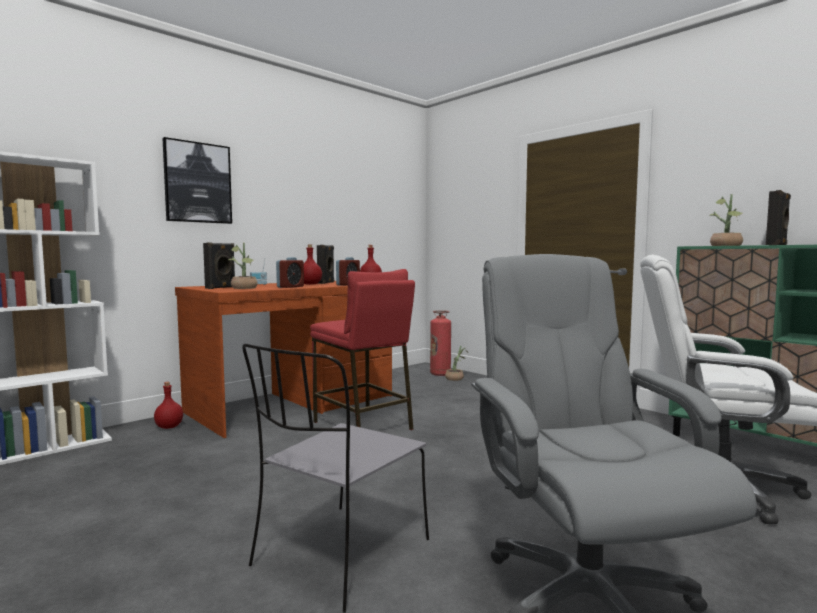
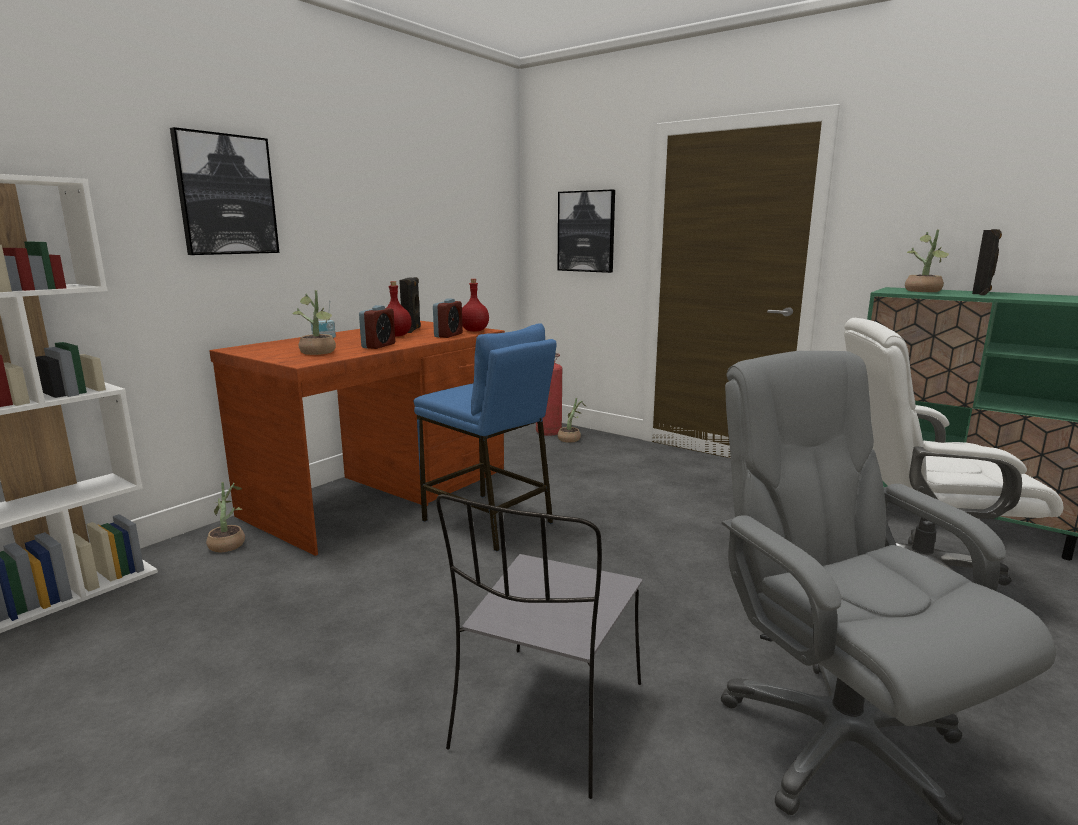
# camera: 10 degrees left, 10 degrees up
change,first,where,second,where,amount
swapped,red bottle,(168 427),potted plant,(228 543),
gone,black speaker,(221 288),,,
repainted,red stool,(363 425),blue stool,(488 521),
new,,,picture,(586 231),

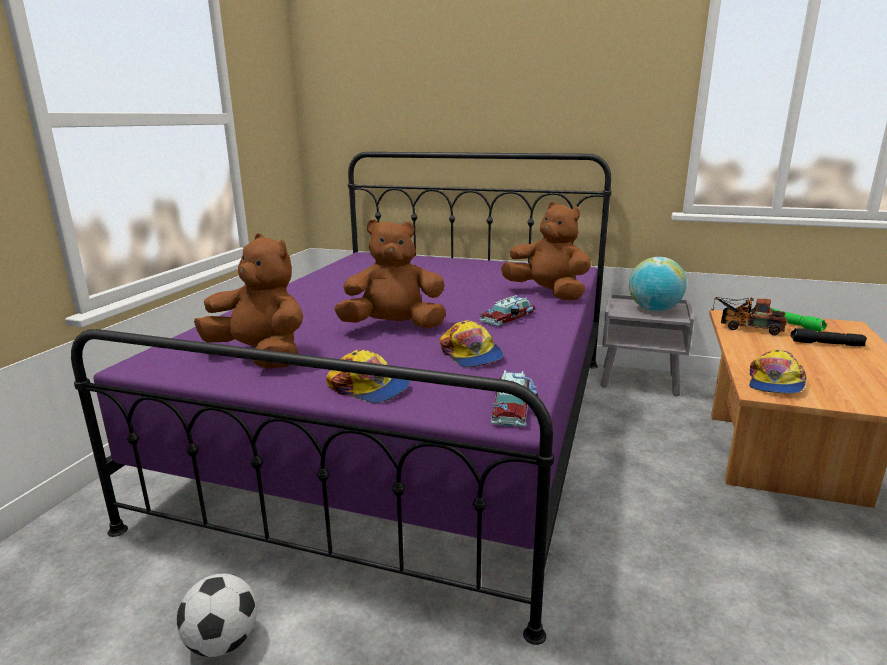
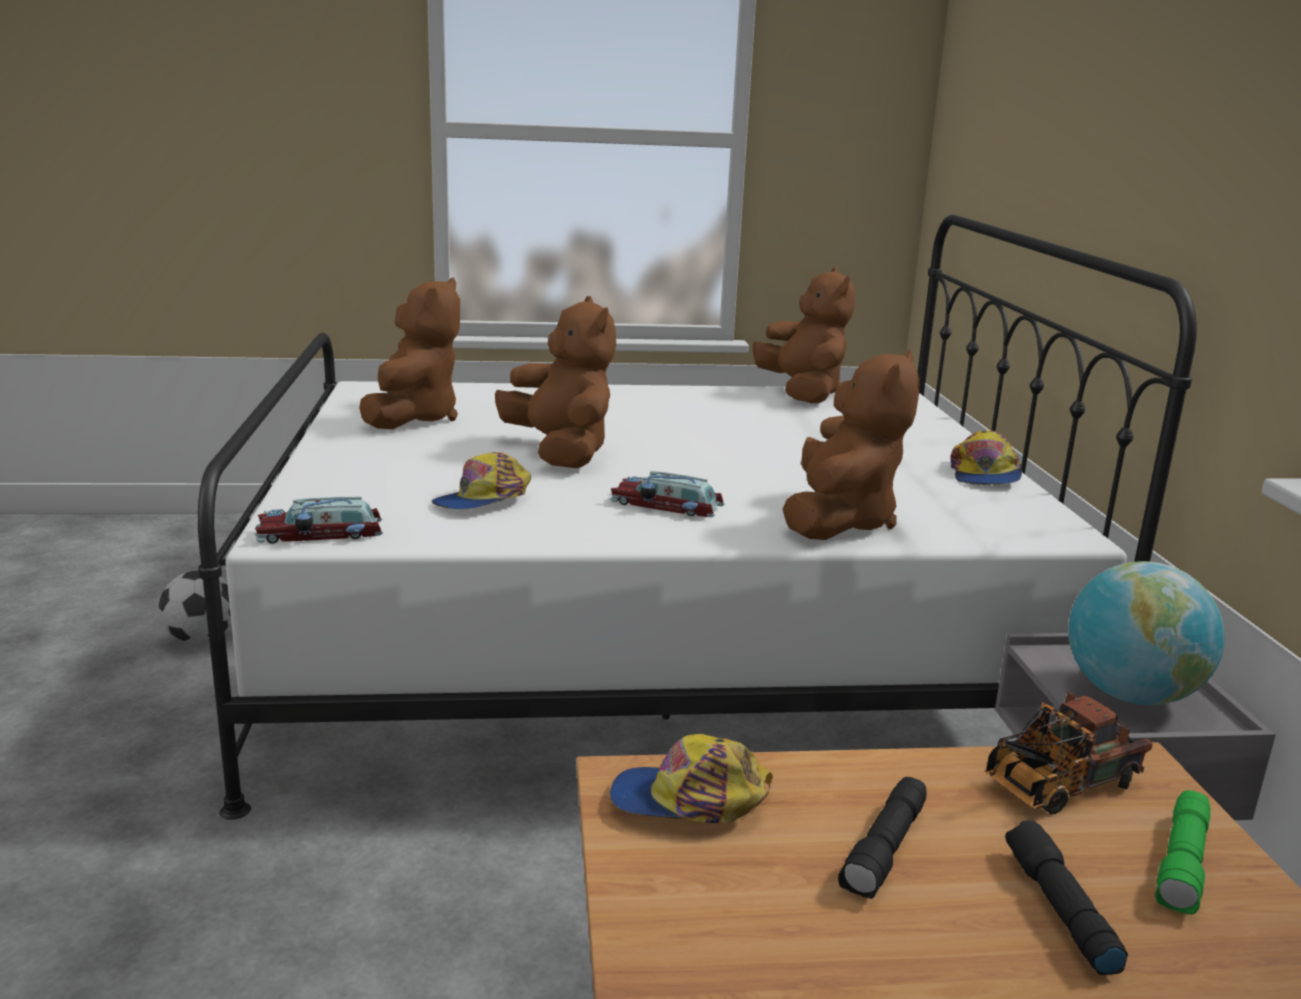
# camera: 65 degrees right, 0 degrees up
change,first,where,second,where,amount
repainted,purple bed,(412 428),white bed,(649 645),
shifted,cap,(369 387),,(984 474),
rotated,toy truck,(746 328),,(1053 786),120 degrees counterclockwise
new,,,brown plush toy,(802 393),
new,,,black flashlight,(885 851),

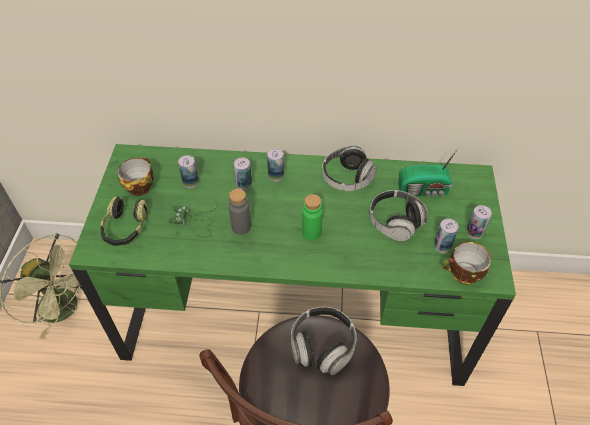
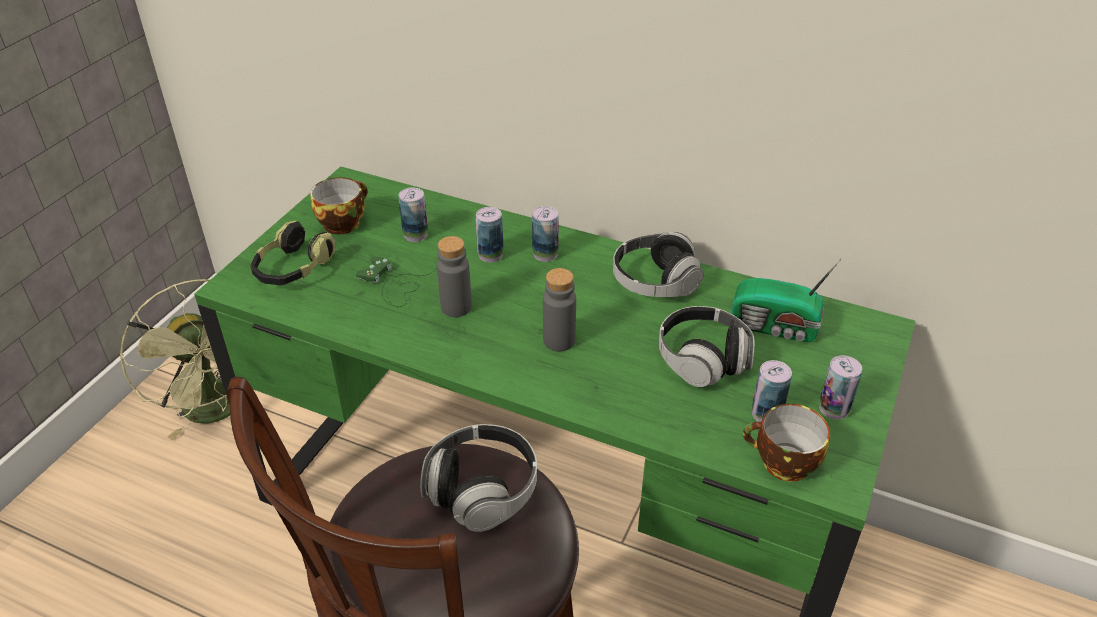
# camera: 20 degrees right, 10 degrees down
change,first,where,second,where,amount
repainted,green bottle,(311 232),grey bottle,(559 340),

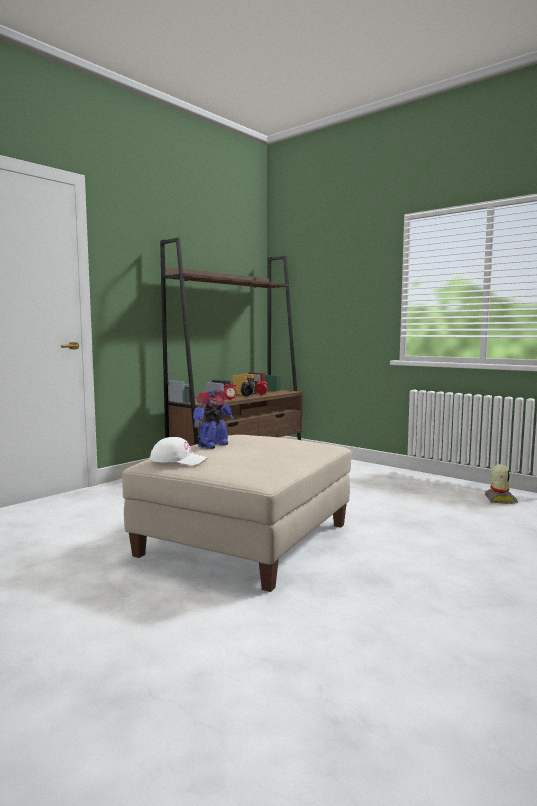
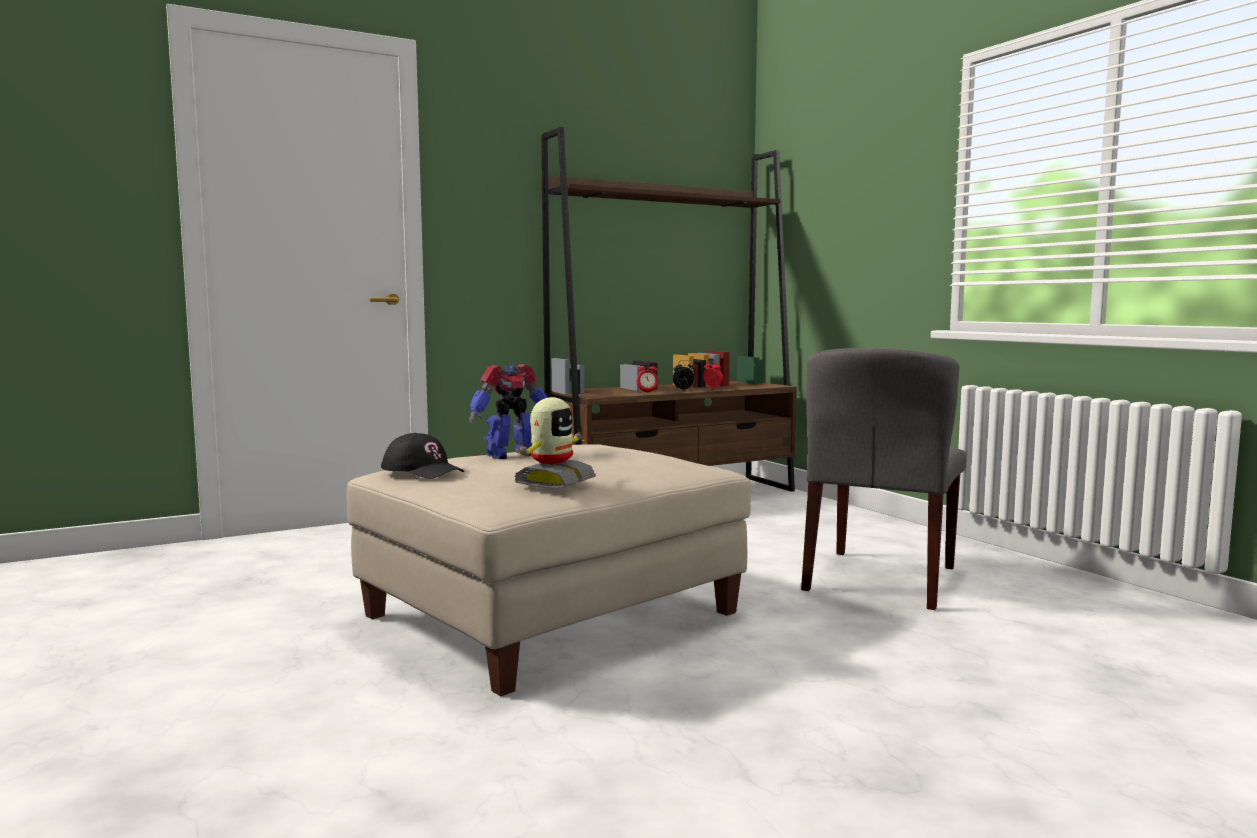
# camera: 20 degrees right, 0 degrees up
change,first,where,second,where,amount
repainted,white cap,(178 460),black cap,(423 471),
shifted,toy robot,(499 499),,(553 481),
new,,,grey chair,(881 579),

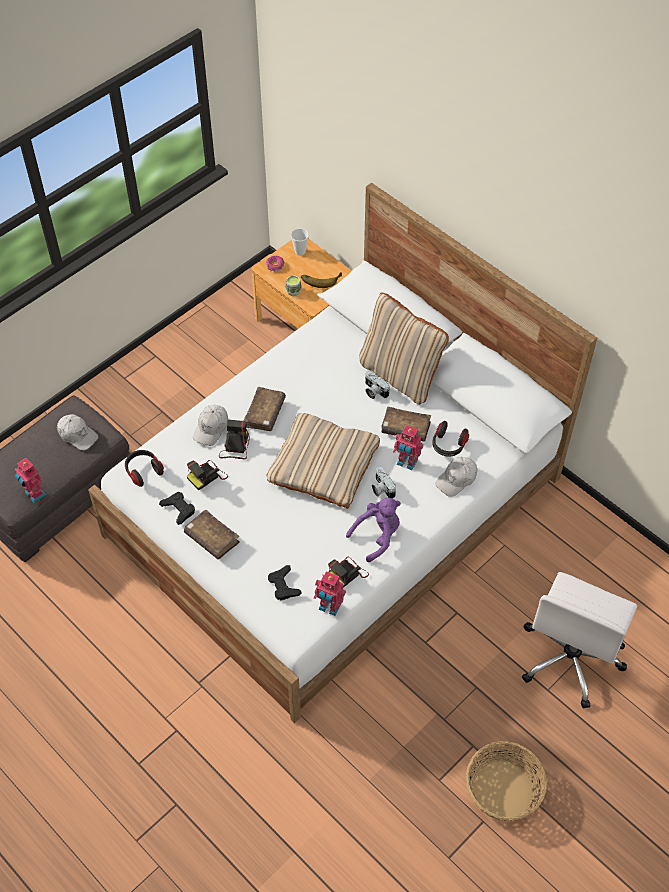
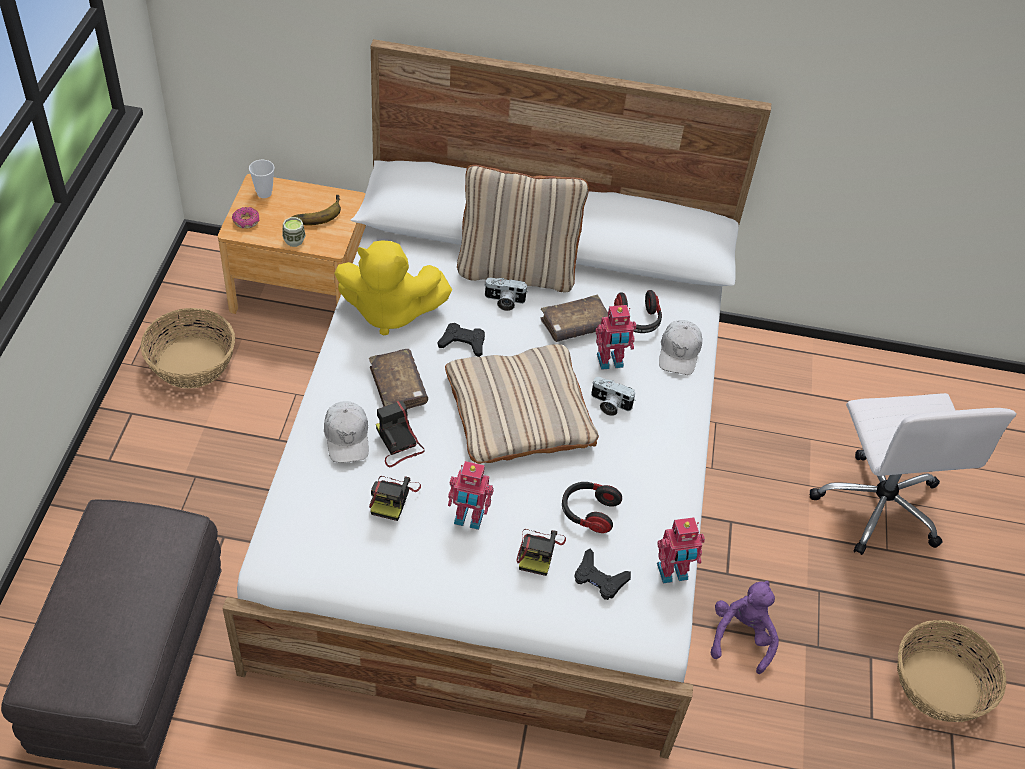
# camera: 40 degrees left, 5 degrees down
change,first,where,second,where,amount
shifted,toy robot,(34 494),,(468 519),
gone,white cap,(77 435),,,
shifted,headphones,(143 471),,(588 512),
shifted,black game controller,(178 509),,(463 343),
gone,brown book,(212 538),,,
shifted,photo camera,(347 574),,(539 551),
shifted,purple plush toy,(377 536),,(741 636),
new,,,basket,(191 363),
new,,,yellow plush toy,(389 312),

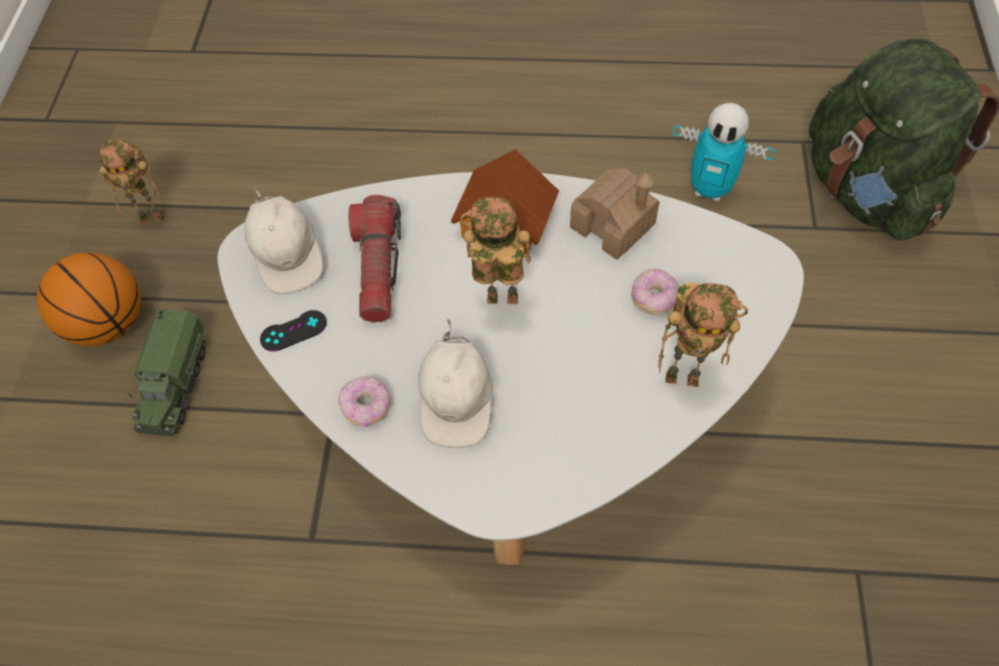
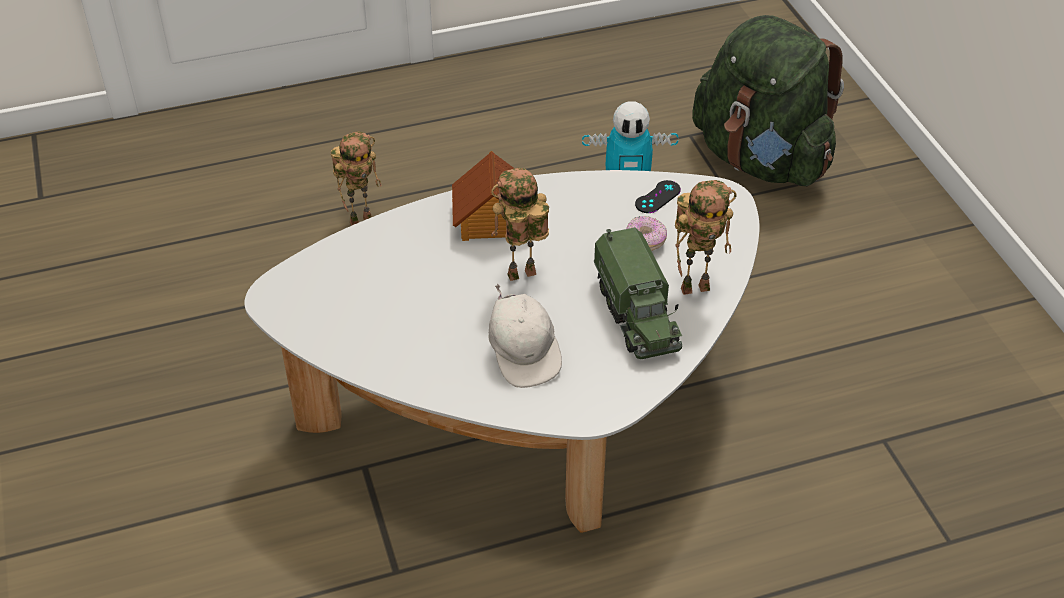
# camera: 25 degrees left, 15 degrees down
change,first,where,second,where,amount
gone,basketball,(109 322),,,
shifted,toy robot,(154 217),,(361 219),
shifted,toy truck,(175 384),,(637 314),
gone,white cap,(289 256),,,
shifted,black game controller,(293 331),,(657 197),
gone,donut,(366 406),,,
gone,flashlight,(378 268),,,
gone,toy house,(613 225),,,

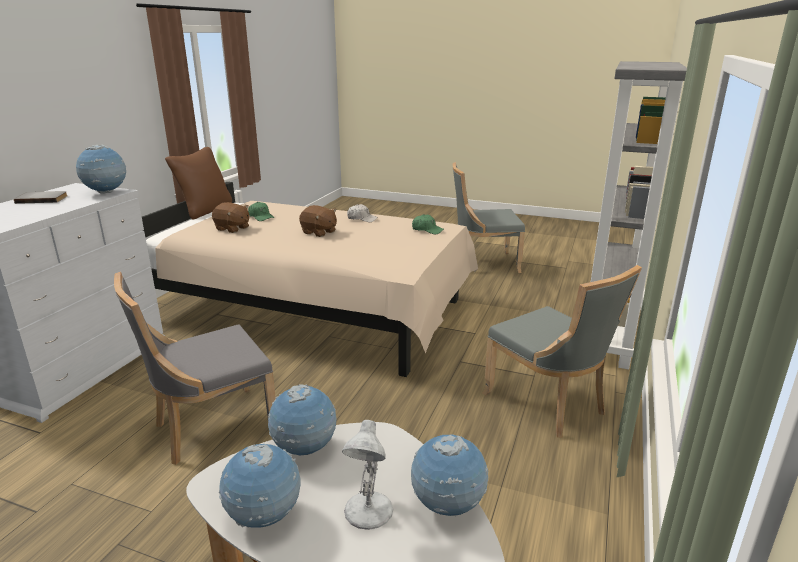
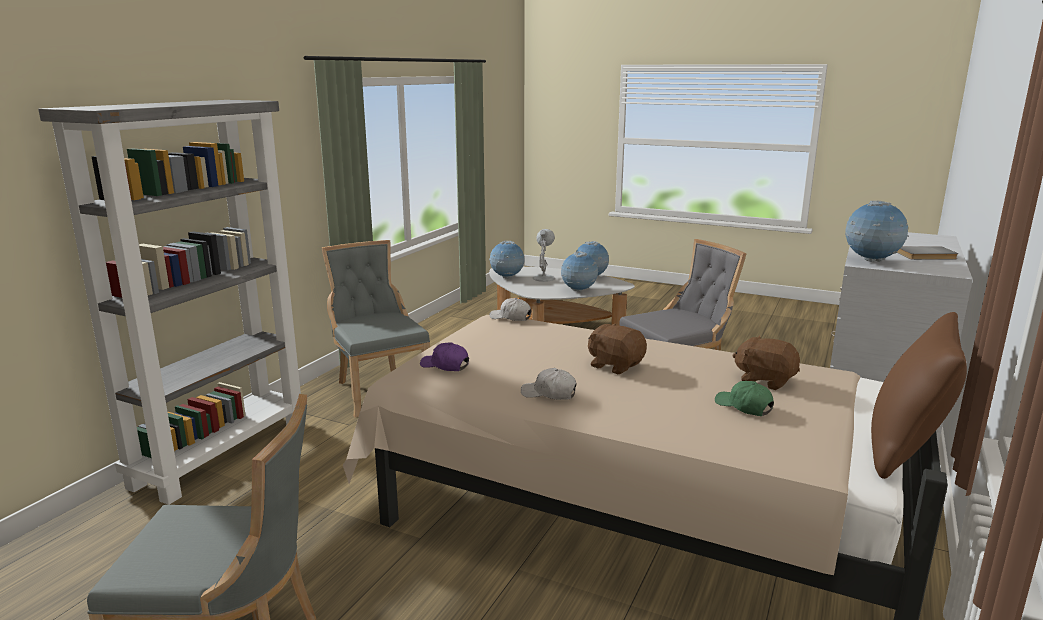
# camera: 175 degrees left, 5 degrees down
change,first,where,second,where,amount
repainted,green cap,(427 230),purple cap,(445 365),
new,,,white cap,(510 317),

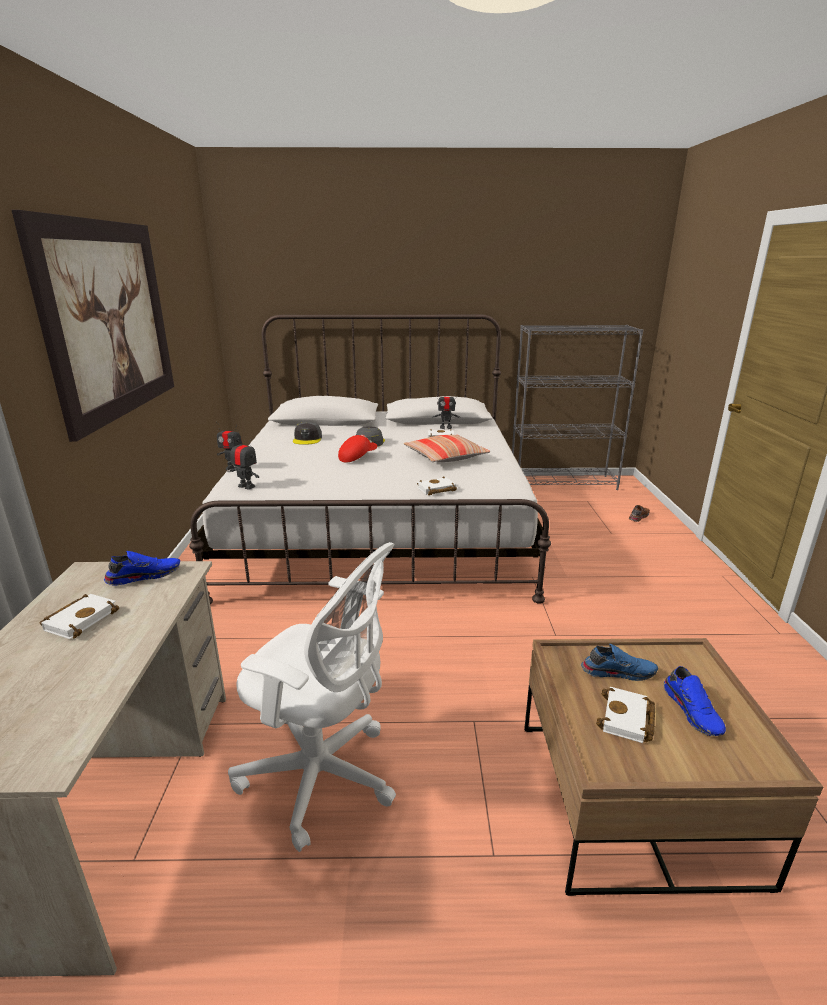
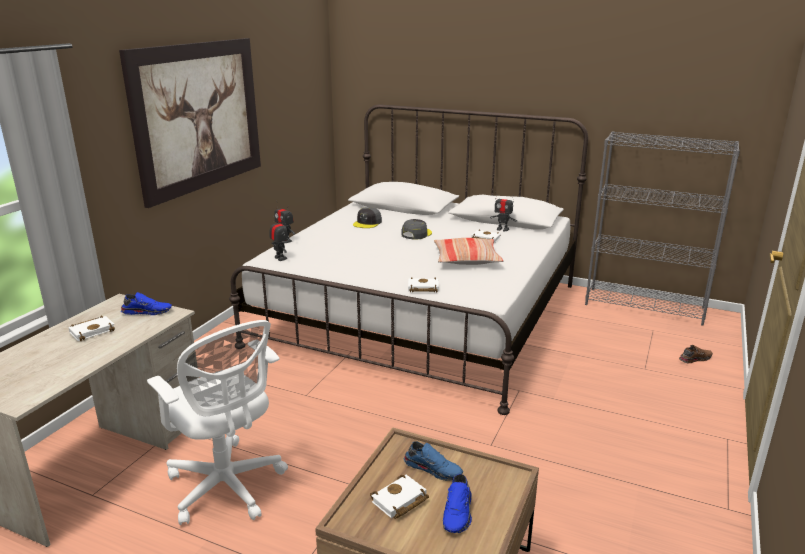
# camera: 25 degrees right, 0 degrees up
change,first,where,second,where,amount
gone,red cap,(357 457),,,

